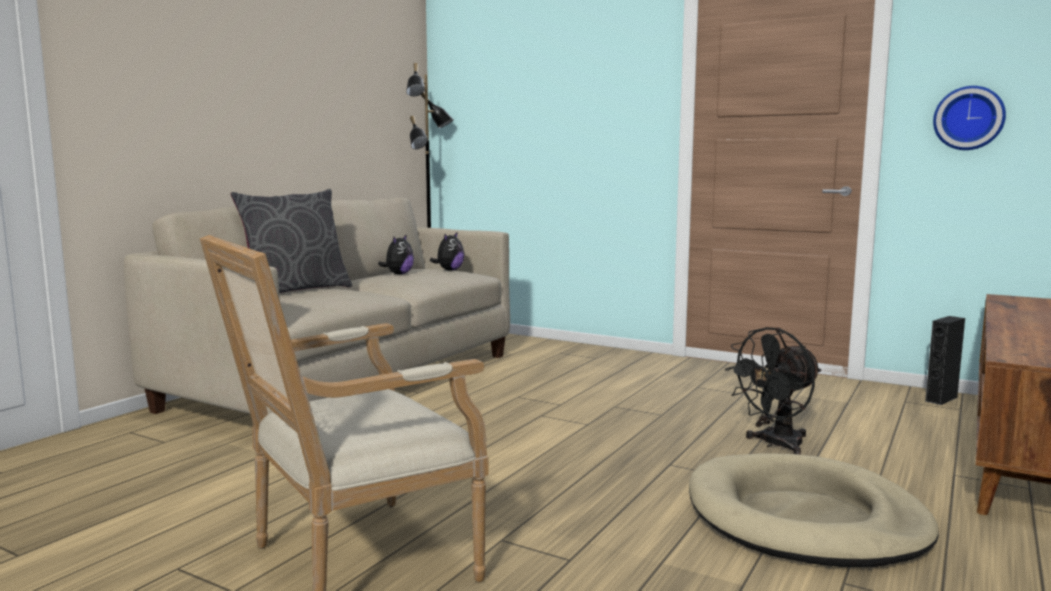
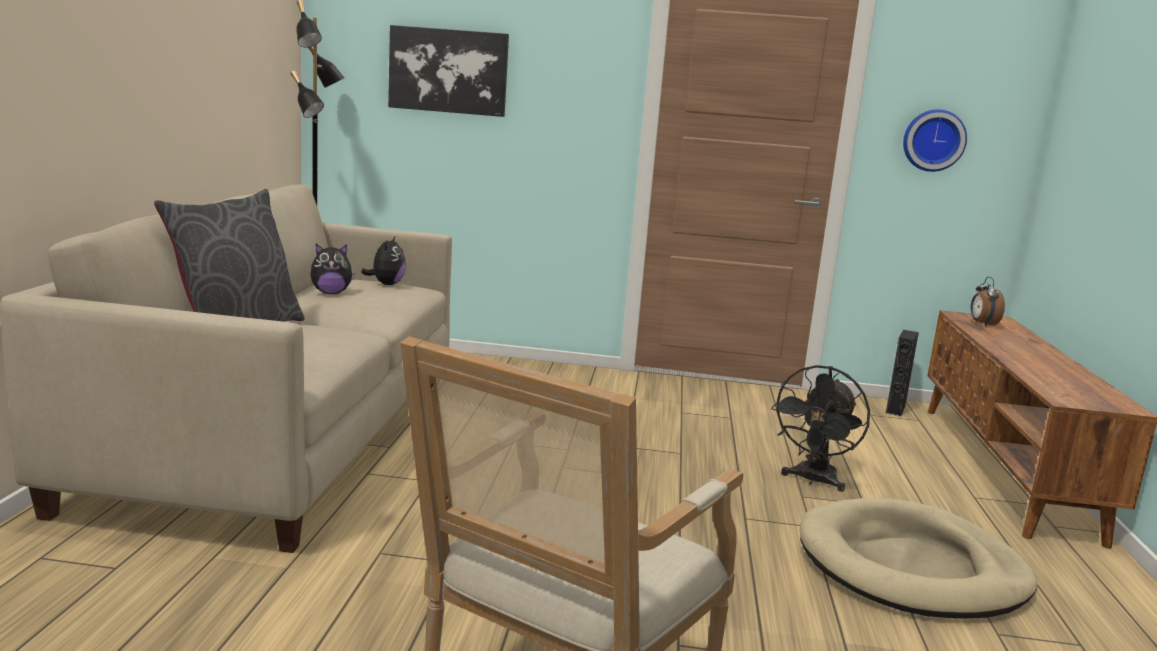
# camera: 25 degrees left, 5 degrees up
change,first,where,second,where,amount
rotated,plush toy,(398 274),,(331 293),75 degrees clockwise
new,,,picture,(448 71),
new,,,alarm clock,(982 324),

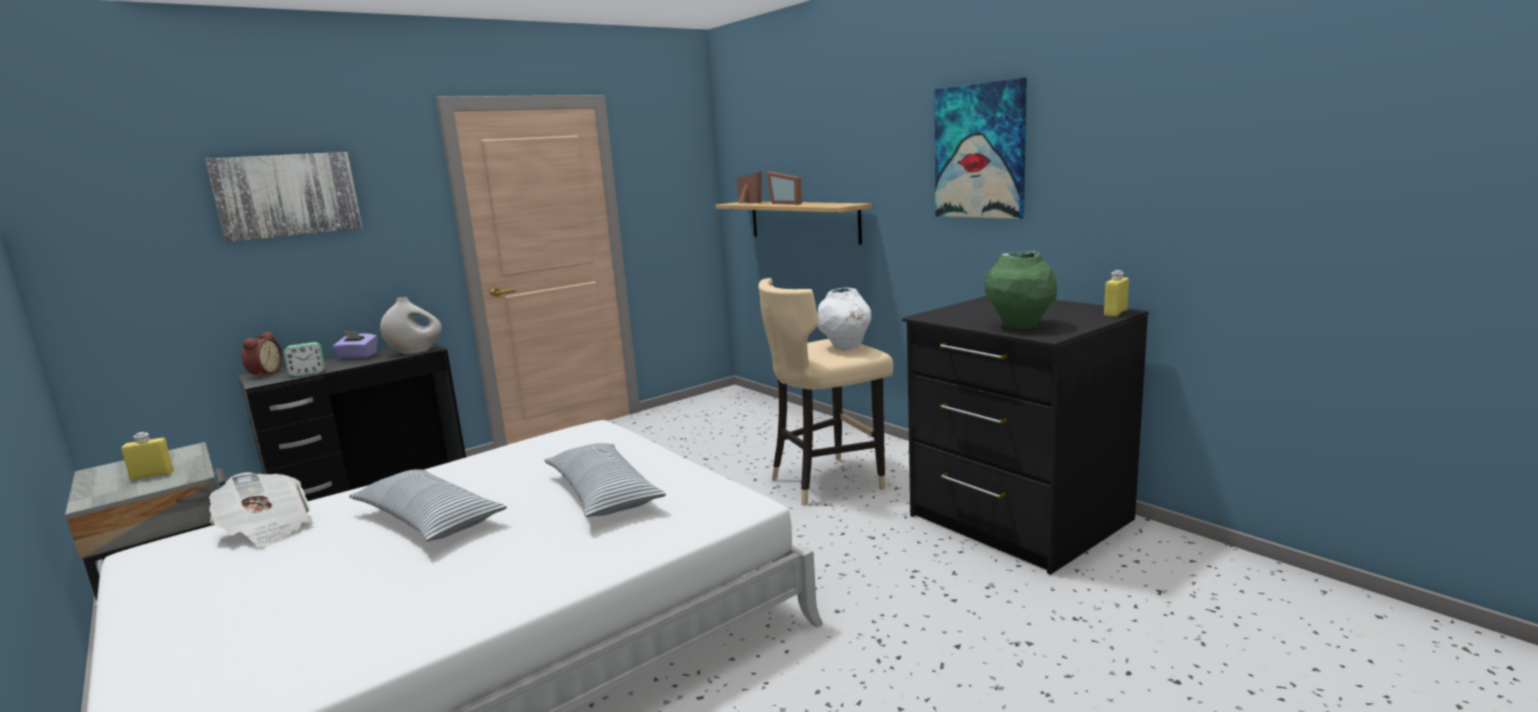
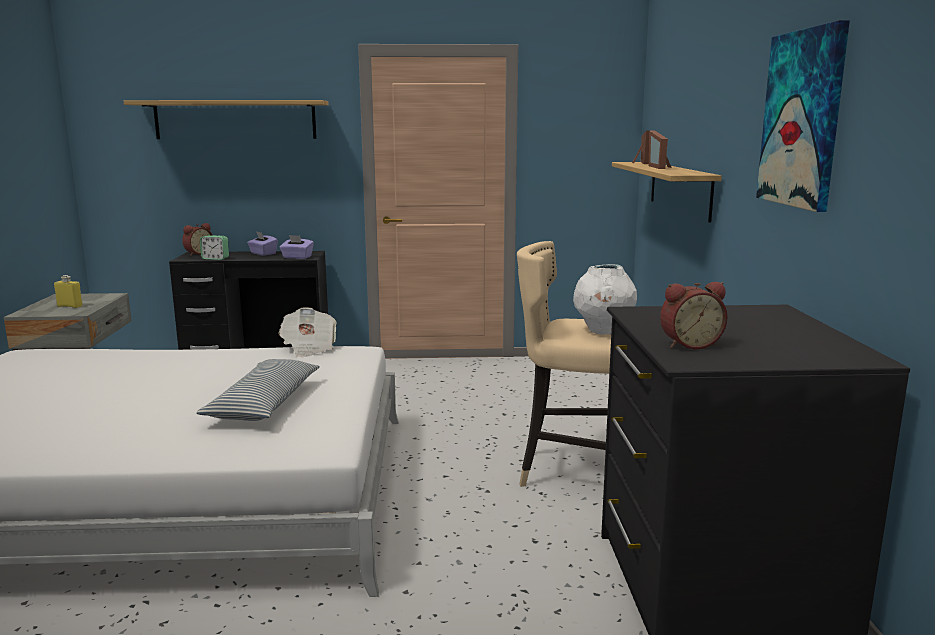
# camera: 35 degrees right, 0 degrees up
change,first,where,second,where,amount
swapped,picture,(287 195),shelf,(235 120),
shifted,newspaper,(266 529),,(309 348),
gone,pillow,(429 519),,,
swapped,white vase,(415 351),purple tissue box,(297 257),
swapped,green vase,(1020 326),alarm clock,(689 344),
gone,yellow bottle,(1115 313),,,

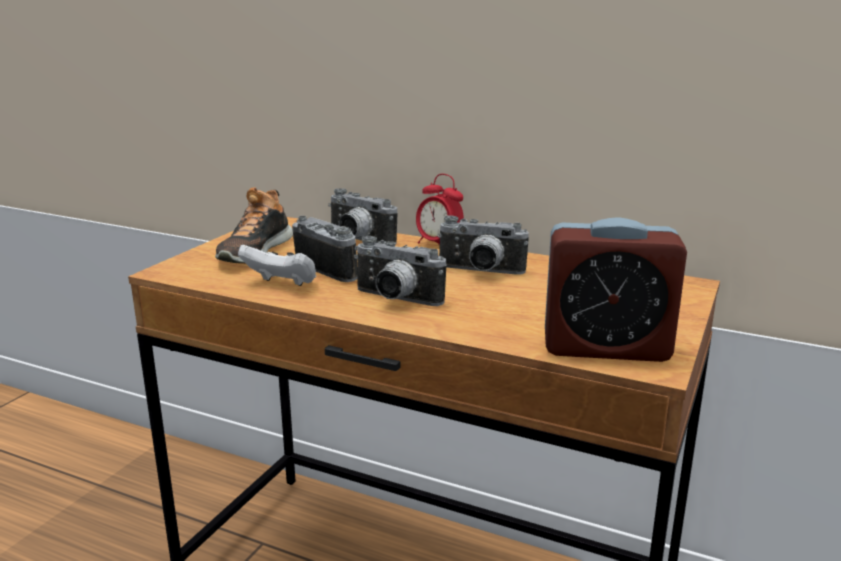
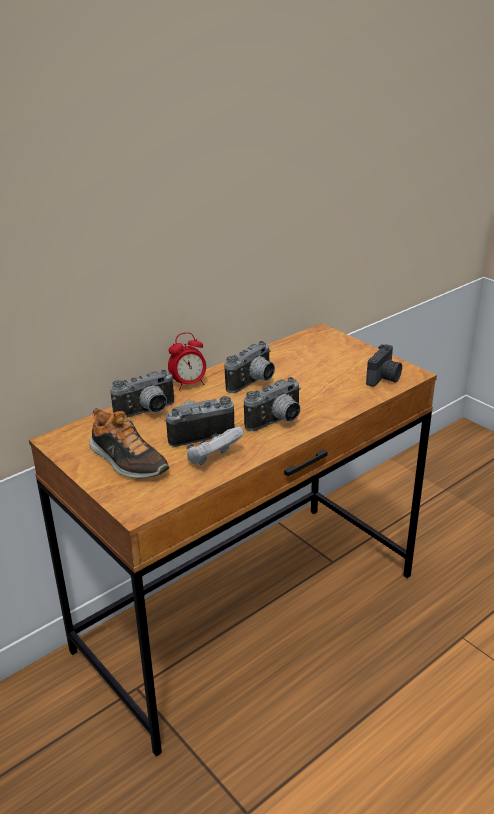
# camera: 65 degrees left, 10 degrees up
change,first,where,second,where,amount
swapped,alarm clock,(605 347),photo camera,(384 378),

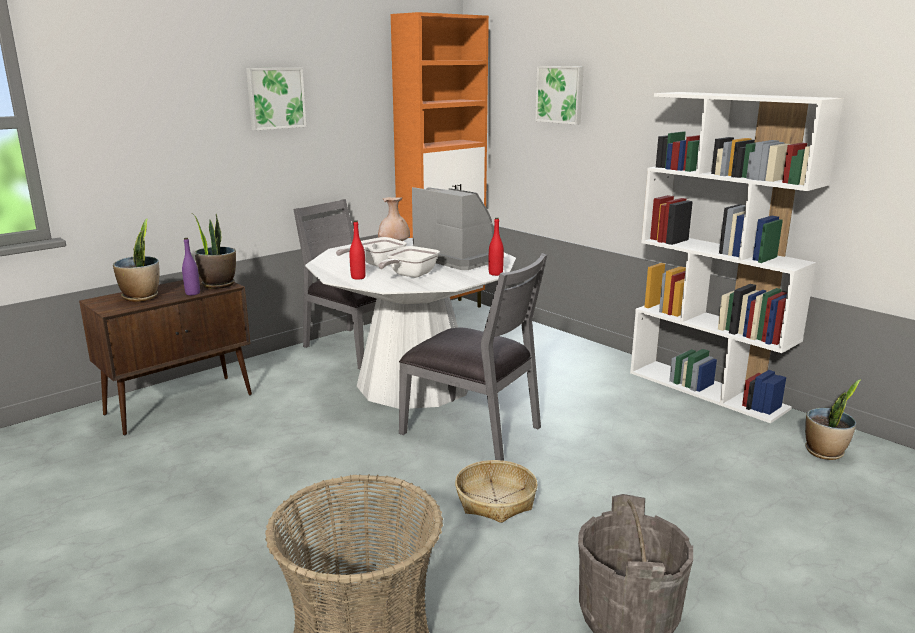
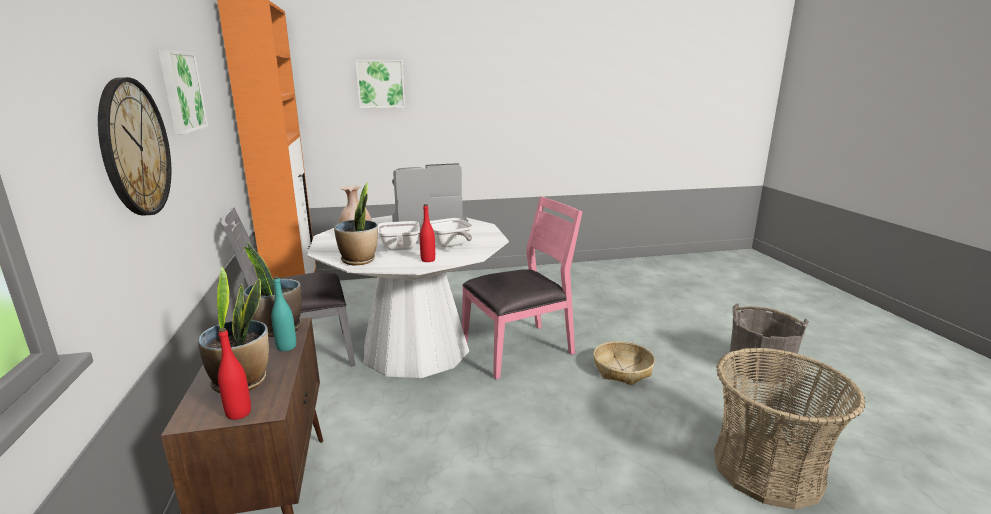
# camera: 60 degrees left, 0 degrees up
change,first,where,second,where,amount
repainted,purple bottle,(192 293),turquoise bottle,(286 347),
repainted,grey chair,(473 429),pink chair,(519 349),
shifted,red bottle,(495 273),,(238 413),
gone,white bookcase,(707 390),,,
shifted,potted plant,(825 452),,(359 260),
new,,,wall clock,(134 148),

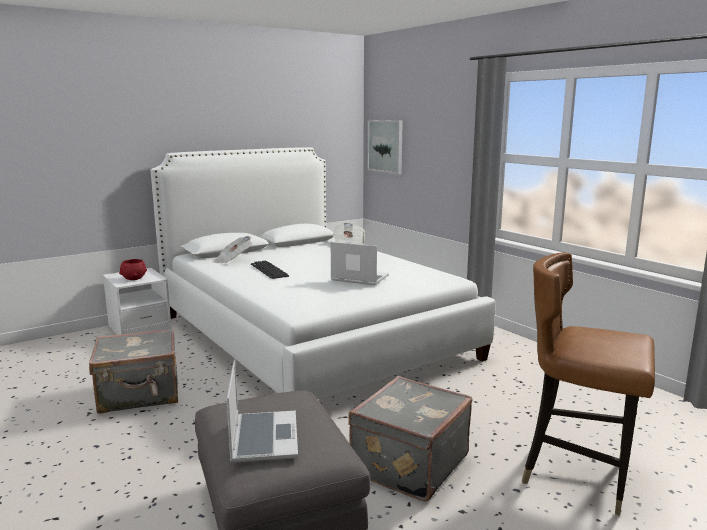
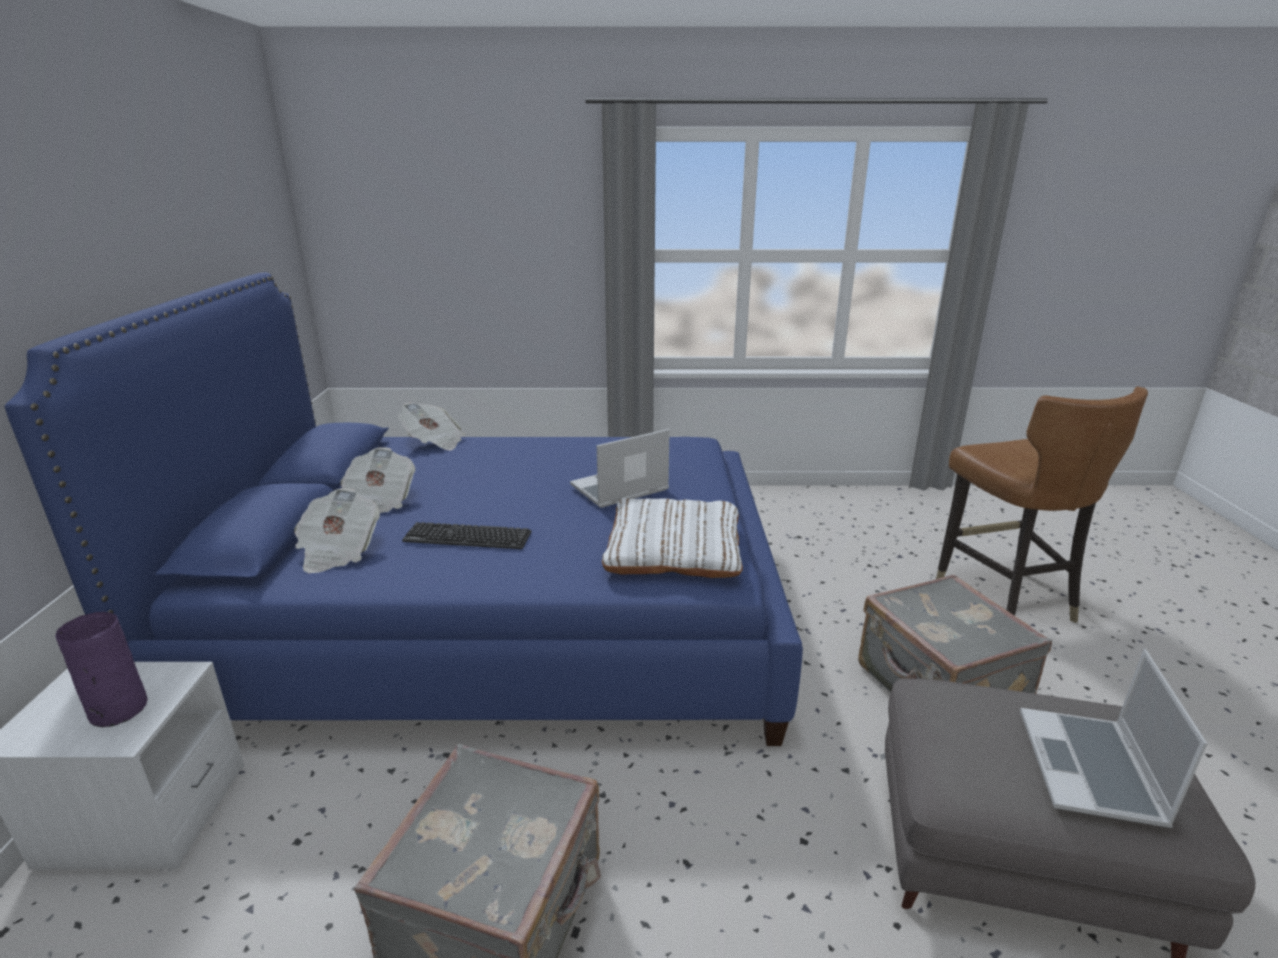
# camera: 55 degrees left, 10 degrees up
change,first,where,second,where,amount
swapped,red bowl,(133 279),purple vase,(117 710),
repainted,white bed,(311 336),blue bed,(501 615),
rotated,laptop,(263 437),,(1091 769),105 degrees counterclockwise
gone,picture,(385 146),,,
rotated,brown chair,(577 475),,(1004 599),75 degrees counterclockwise
new,,,newspaper,(379 501),
new,,,white pillow,(674 548),

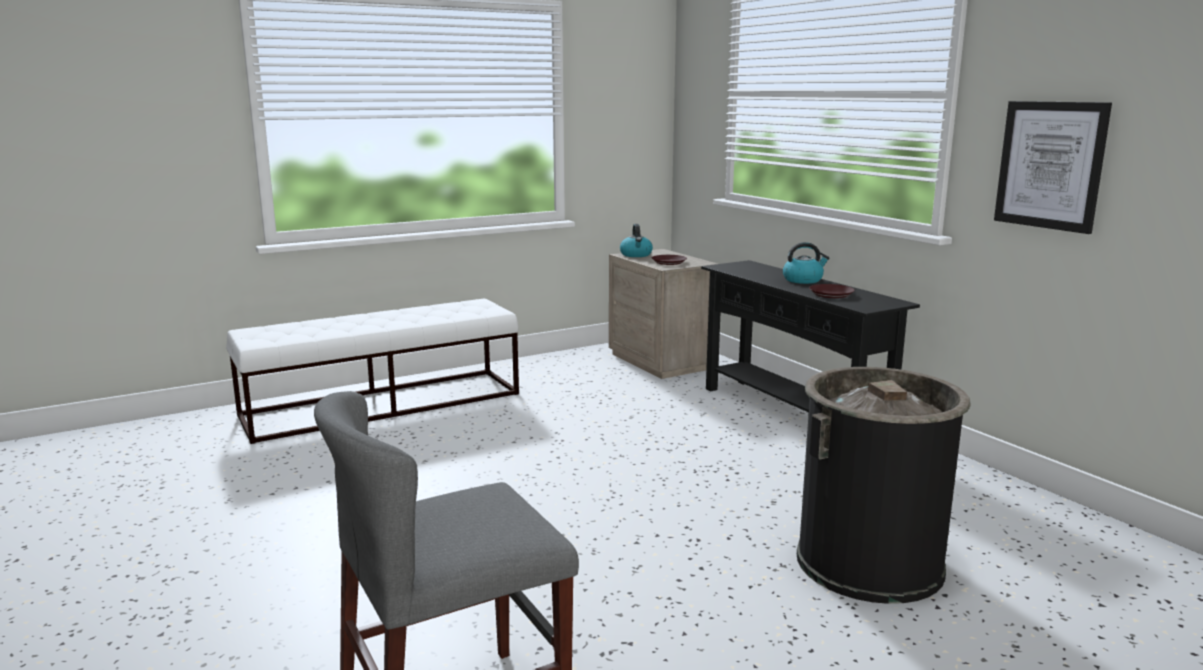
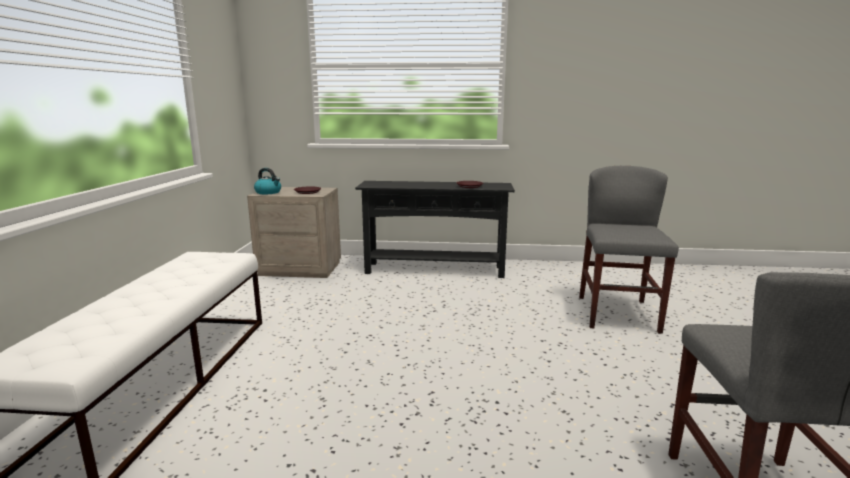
# camera: 55 degrees left, 0 degrees up
change,first,where,second,where,amount
gone,kettle,(803 280),,,
swapped,black trash can,(869 563),grey chair,(617 314),
gone,picture,(1050 165),,,

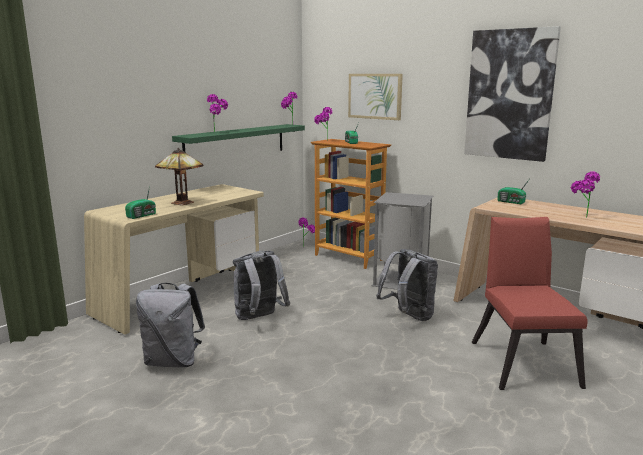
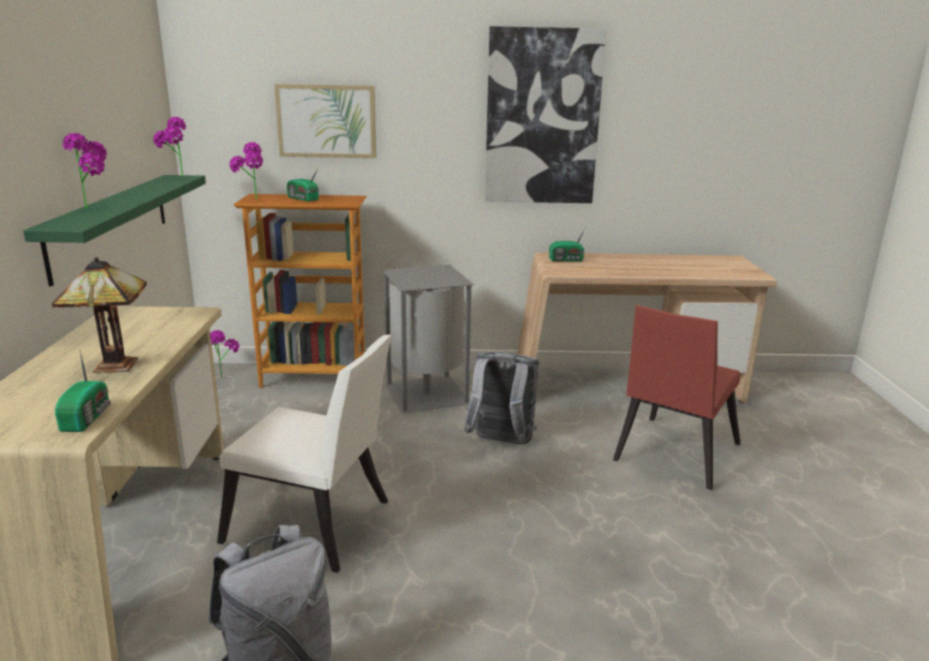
# camera: 40 degrees left, 5 degrees up
change,first,where,second,where,amount
swapped,grey backpack,(259 318),white chair,(315 526),
rotated,red chair,(522 360),,(672 455),105 degrees counterclockwise
gone,potted plant,(581 217),,,

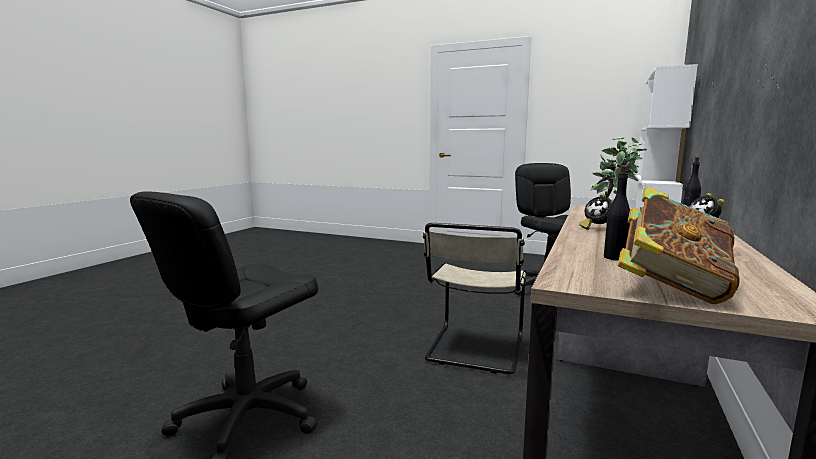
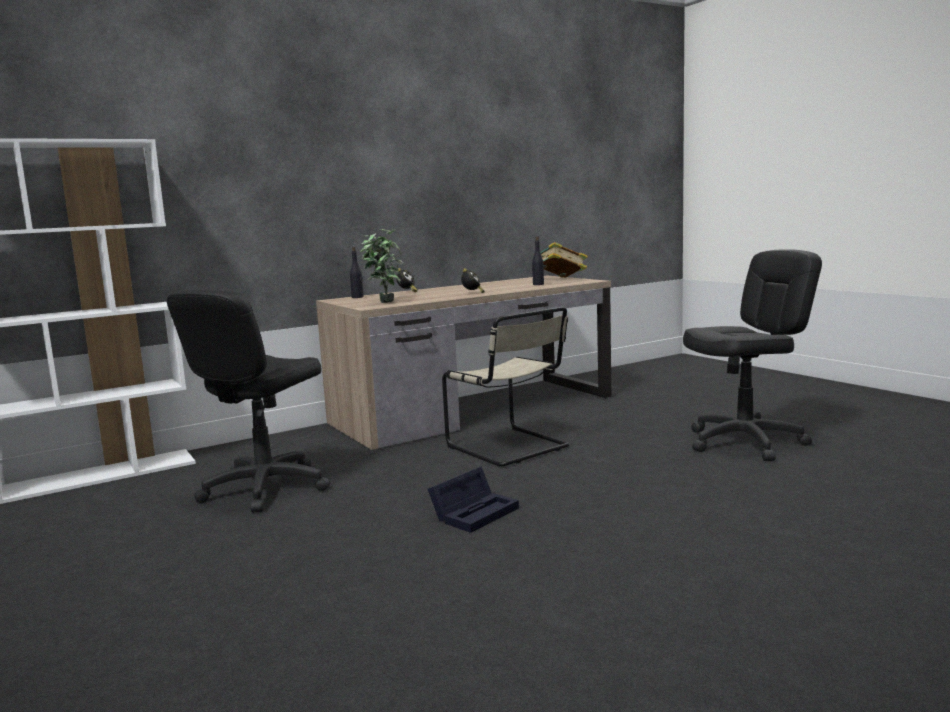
# camera: 145 degrees left, 0 degrees up
change,first,where,second,where,amount
rotated,beige chair,(474 350),,(511 447),90 degrees clockwise
new,,,black storage box,(475 512),

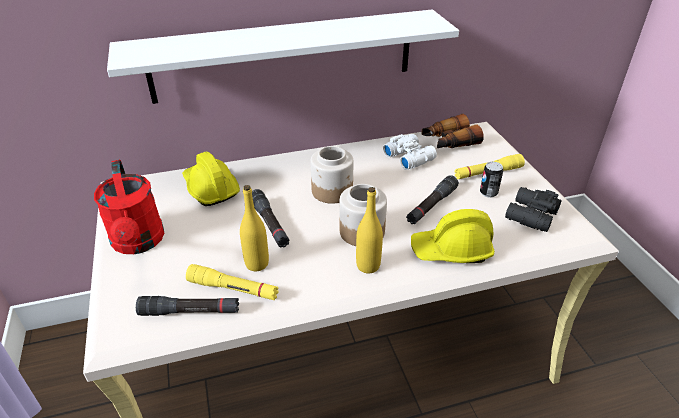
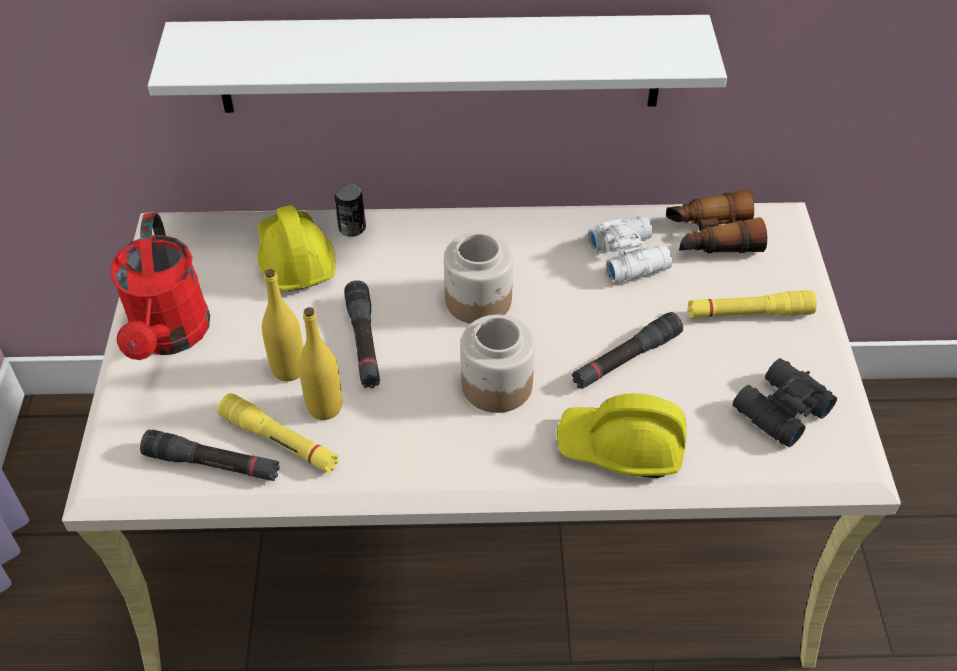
# camera: 15 degrees right, 10 degrees up
change,first,where,second,where,amount
shifted,yellow bottle,(368 266),,(288 369),
shifted,can,(488 193),,(352 229),

